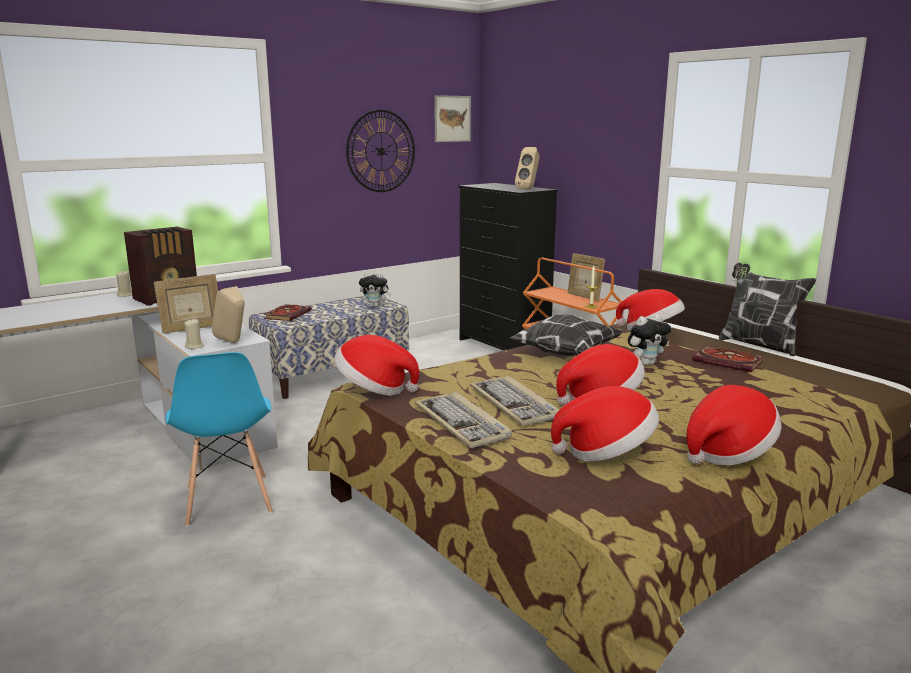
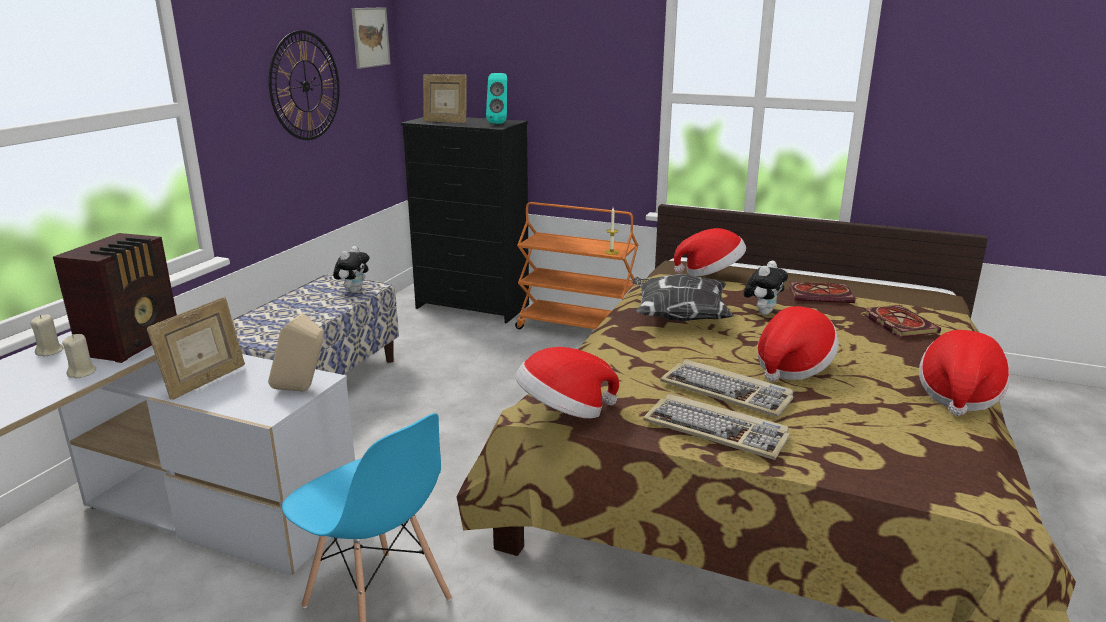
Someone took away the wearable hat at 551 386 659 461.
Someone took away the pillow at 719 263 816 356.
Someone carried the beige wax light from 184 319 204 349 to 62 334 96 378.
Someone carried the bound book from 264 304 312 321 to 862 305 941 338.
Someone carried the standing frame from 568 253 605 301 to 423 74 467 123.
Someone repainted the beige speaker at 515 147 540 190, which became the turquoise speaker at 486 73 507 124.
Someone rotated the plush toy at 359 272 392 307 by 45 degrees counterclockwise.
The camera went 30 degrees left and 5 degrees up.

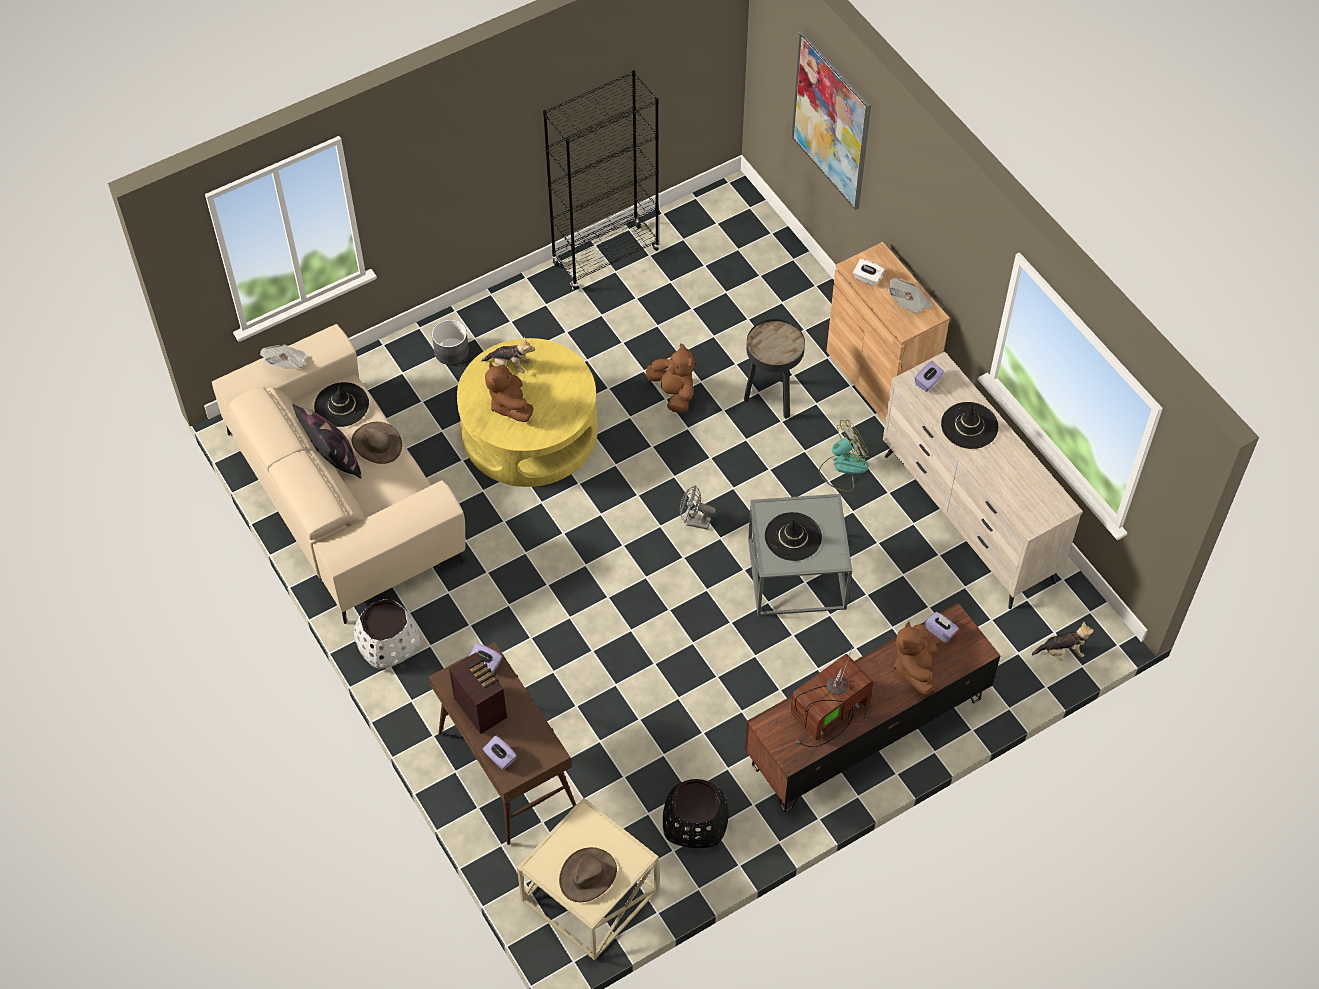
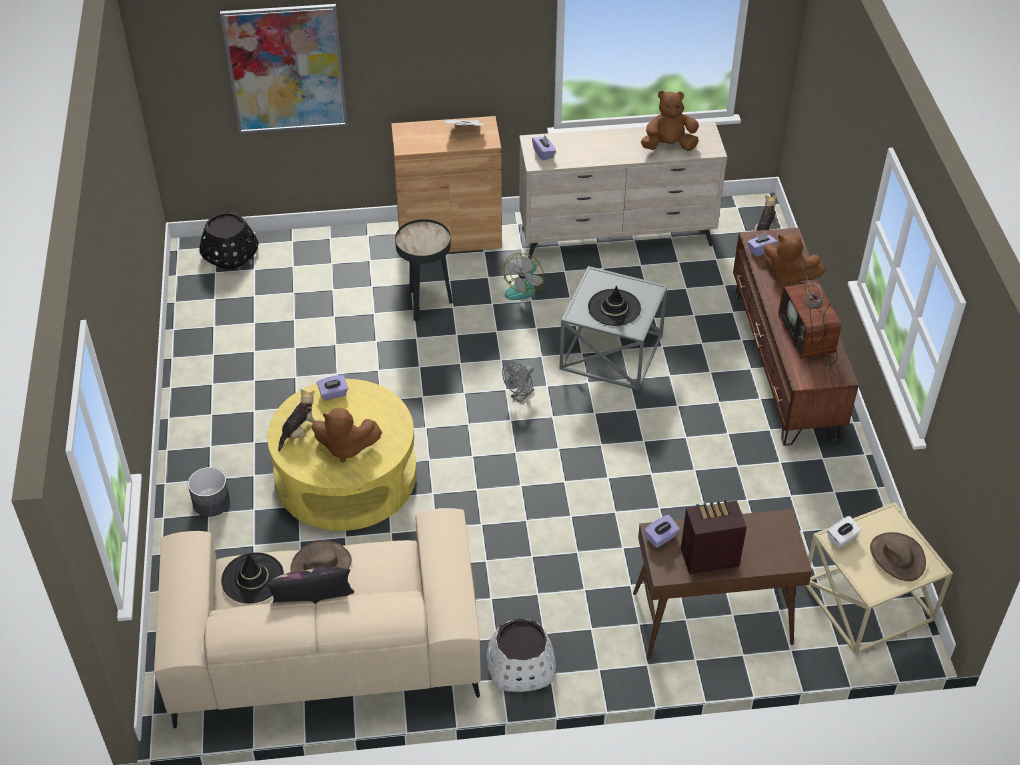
Someone took away the printed paper at 260 344 309 369.
Someone took away the black bookshelf at 543 70 660 290.
Someone took away the black wearable hat at 941 402 998 449.
Someone carried the purple tissue holder from 483 735 517 770 to 317 375 348 401.
Someone carried the brown-coloured plush toy from 646 343 695 413 to 641 90 699 151.
Someone carried the black flower pot from 663 779 728 848 to 199 212 259 269.
Someone carried the white tissue holder from 853 259 885 286 to 827 516 862 548.
Someone rotated the cooling fan at 819 420 869 492 by 150 degrees counterclockwise.
The camera went 65 degrees left and 10 degrees down.

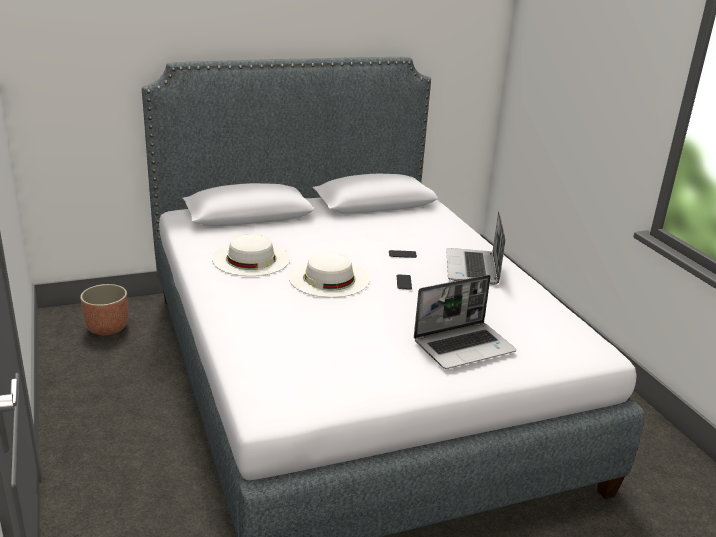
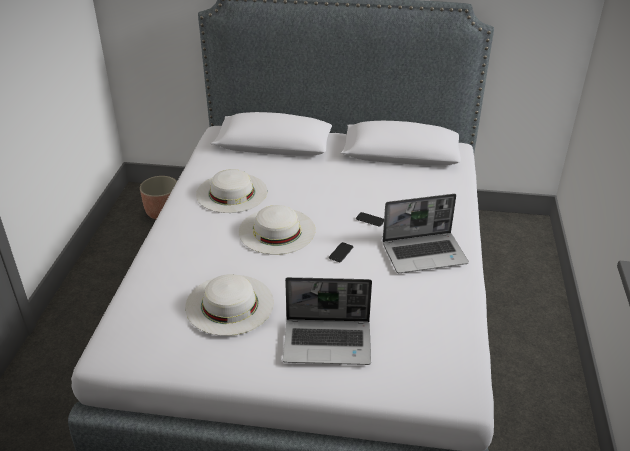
Someone put down the white wearable hat at 185 274 274 336.
Someone rotated the laptop at 446 211 505 285 by 135 degrees counterclockwise.
The camera went 30 degrees right and 10 degrees up.

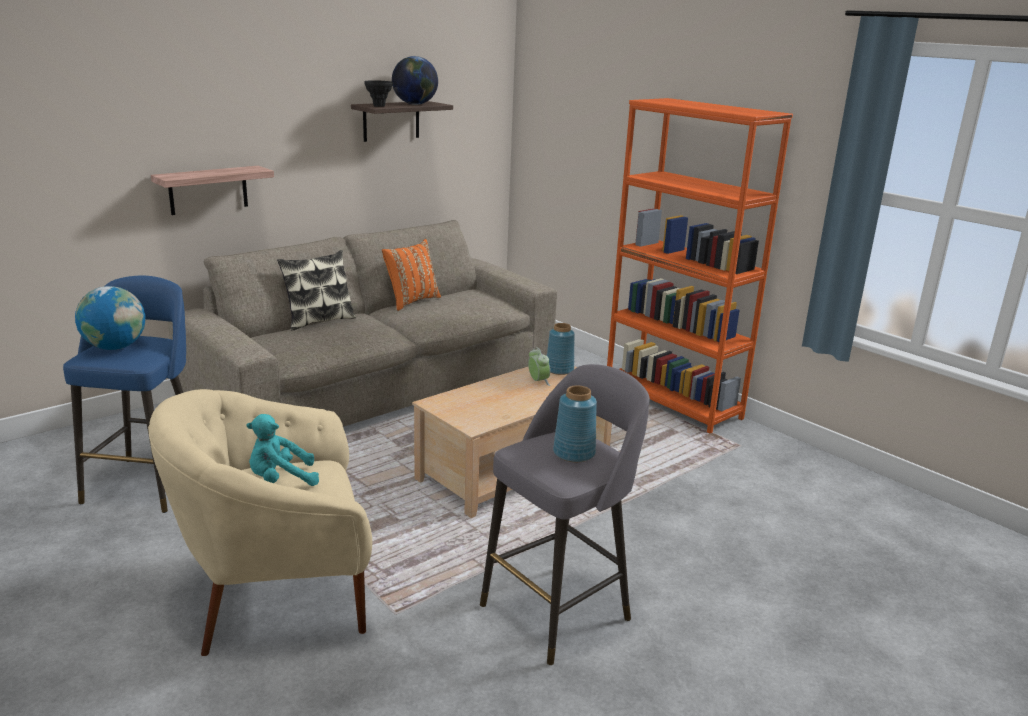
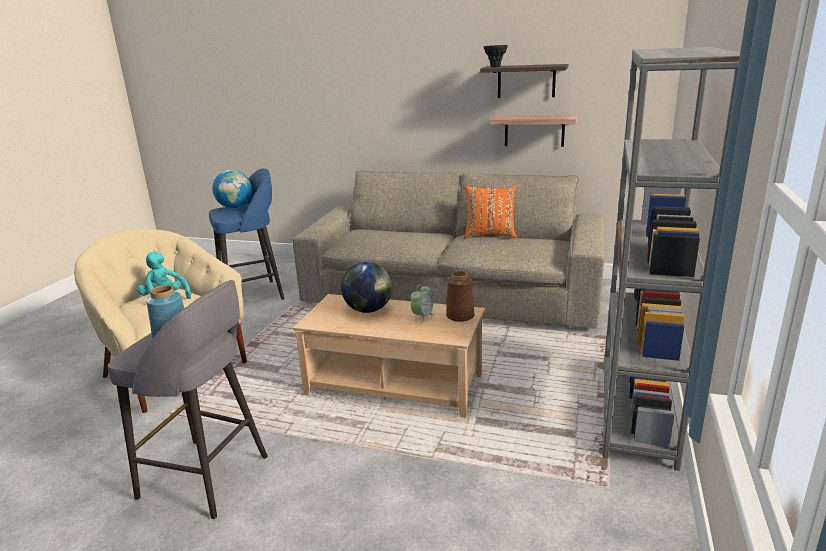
Someone took away the pillow at 277 250 356 330.
Someone carried the bracket shelf from 151 166 274 215 to 490 116 577 147.
Someone carried the desk globe from 392 56 438 105 to 341 262 392 313.
Someone repainted the bluish flower vase at 547 323 575 375, which became the brown-coloured flower vase at 446 271 475 322.
Someone repainted the orangey bookshelf at 607 98 793 434, which became the greyish bookshelf at 603 47 740 471.
The camera went 60 degrees right and 0 degrees up.

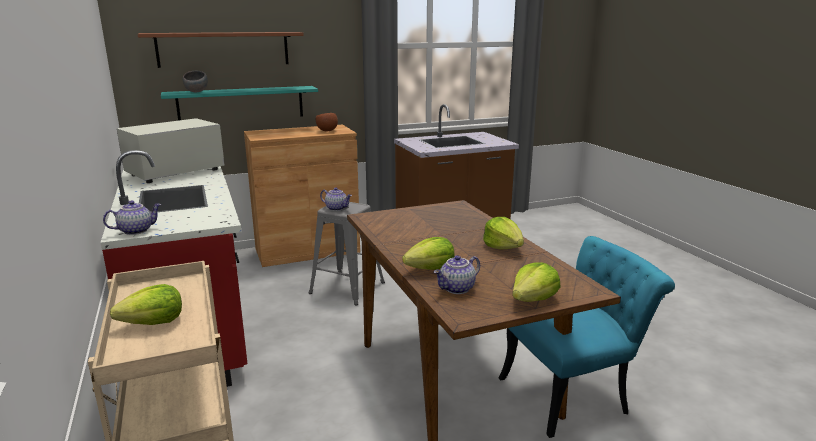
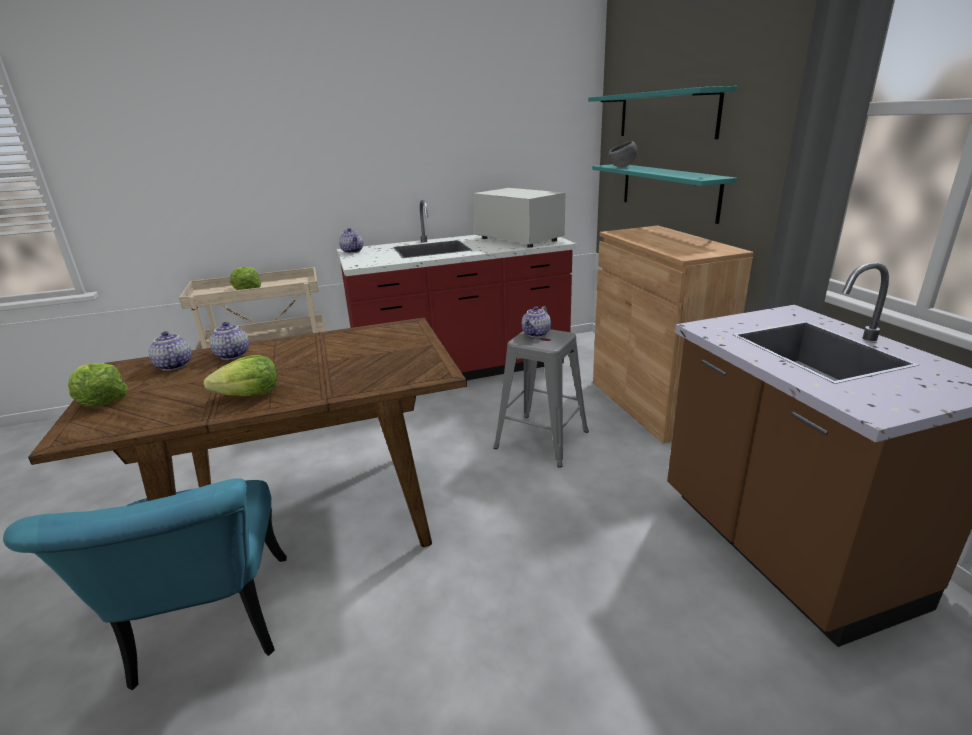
Someone took away the brown-coloured bowl at 316 113 338 131.
Someone swapped the head of lettuce at 402 237 455 270 for the teapot at 210 322 249 360.
Someone repainted the brown-coloured bracket shelf at 138 32 304 68, which became the turquoise bracket shelf at 588 86 738 139.
The camera went 95 degrees right and 5 degrees up.

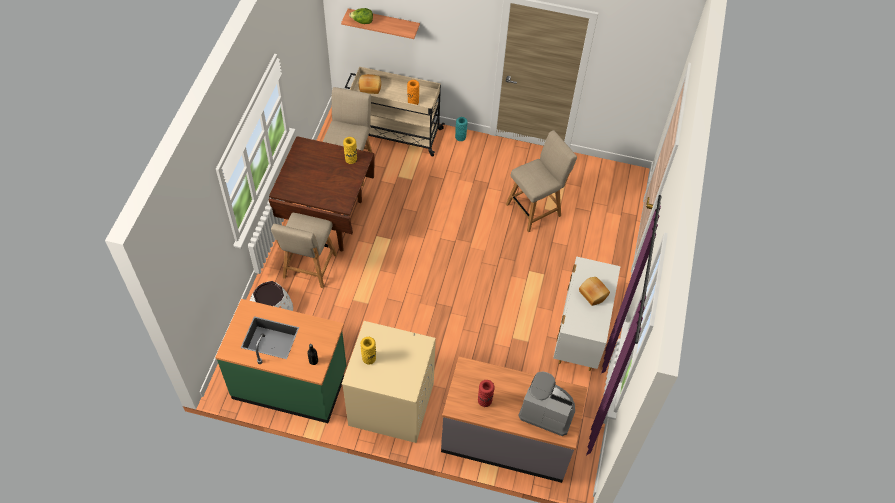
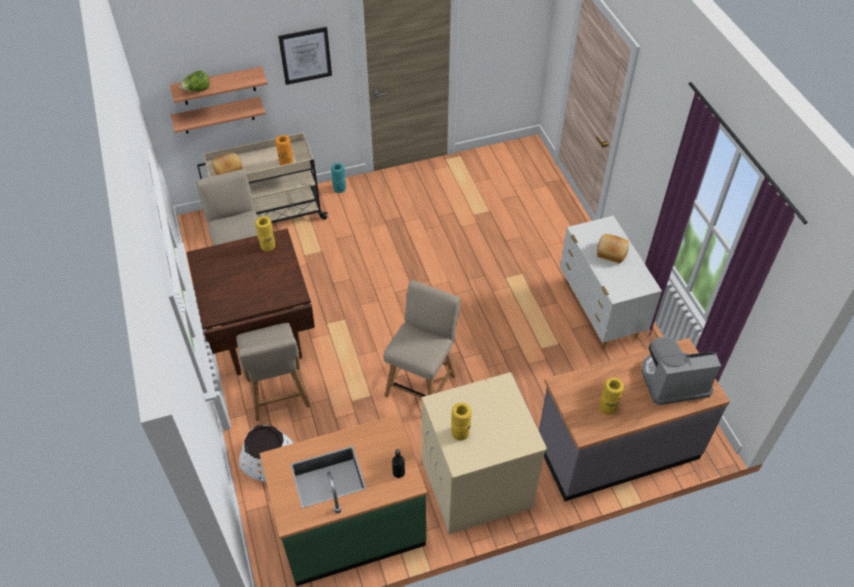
Someone put up the bracket shelf at 171 97 266 134.
Someone put up the wall art at 278 27 332 85.
Someone carried the beige upright chair from 506 130 577 232 to 383 280 460 398.
Someone repainted the reddish flower vase at 478 380 495 407, which became the yellow-coloured flower vase at 599 378 624 415.
The camera went 30 degrees left and 5 degrees down.

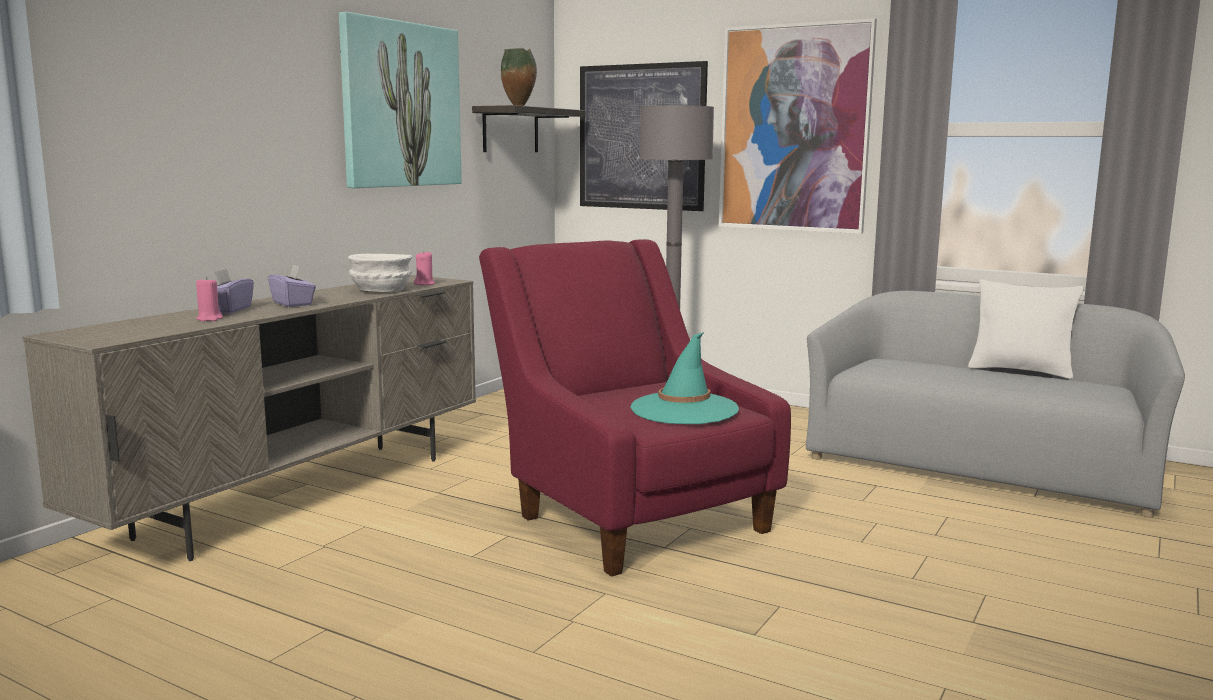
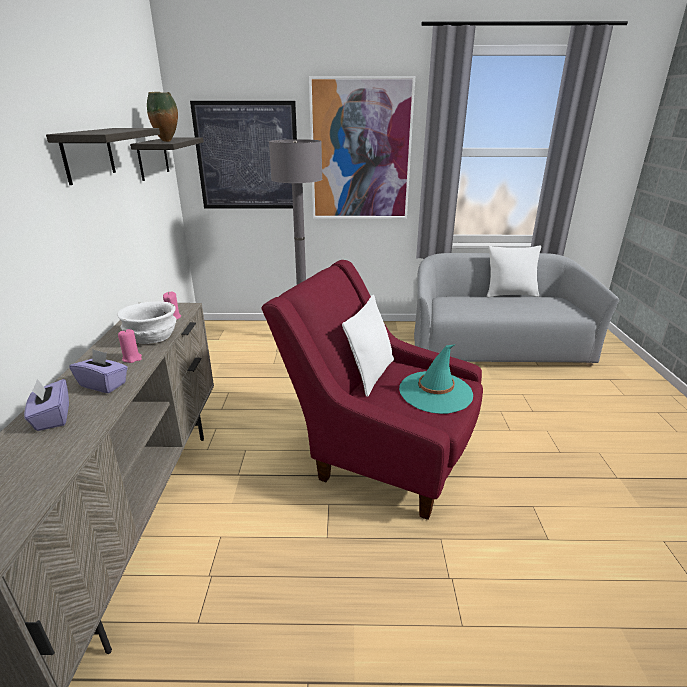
Someone put down the white pillow at 342 295 394 397.
Someone carried the pink-coloured wax light from 196 277 223 321 to 118 329 142 363.
Someone swapped the wall art at 339 12 462 188 for the bracket shelf at 46 128 160 185.
The camera went 30 degrees left and 15 degrees up.

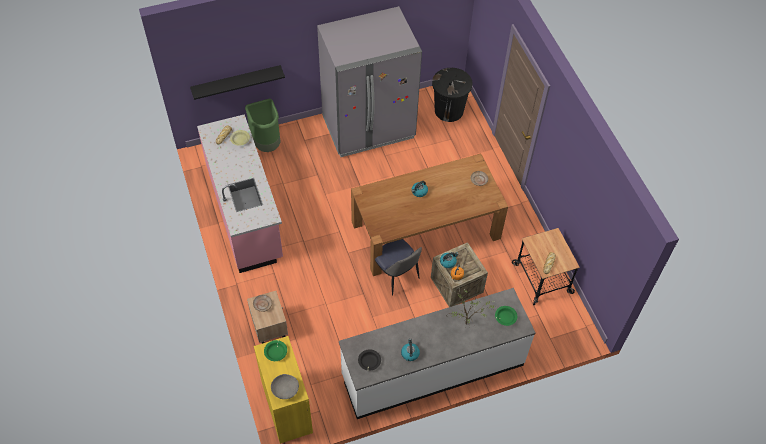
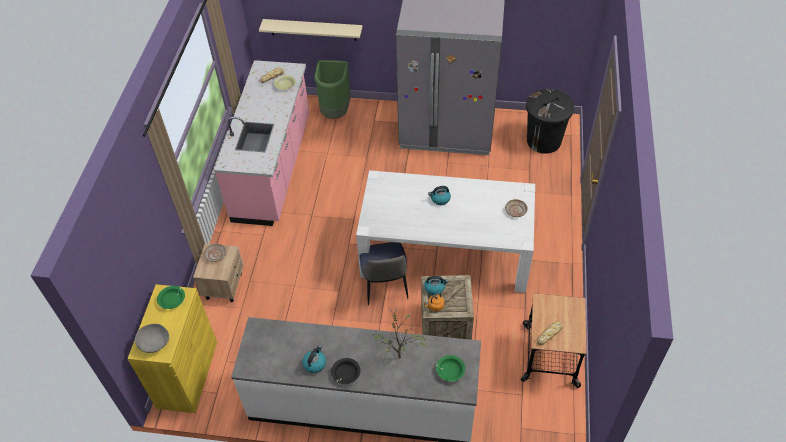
Someone carried the black bowl from 358 349 381 371 to 331 358 360 384.
Someone repainted the black bracket shelf at 190 65 285 100, which became the beige bracket shelf at 259 19 363 41.
Someone repainted the brown-coloured dining table at 351 154 508 276, which became the white dining table at 356 170 535 293.
The camera went 30 degrees right and 5 degrees down.

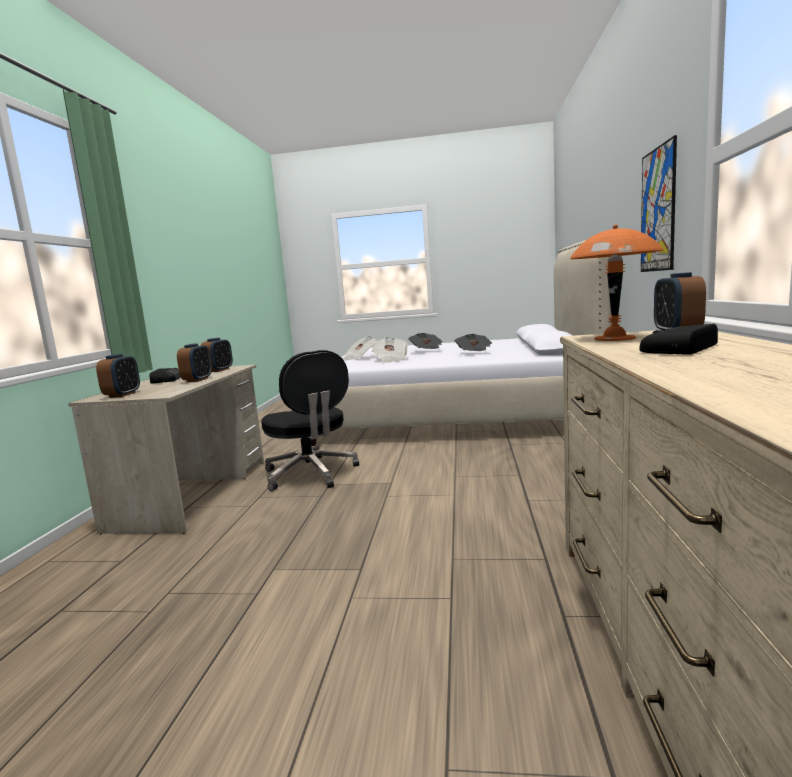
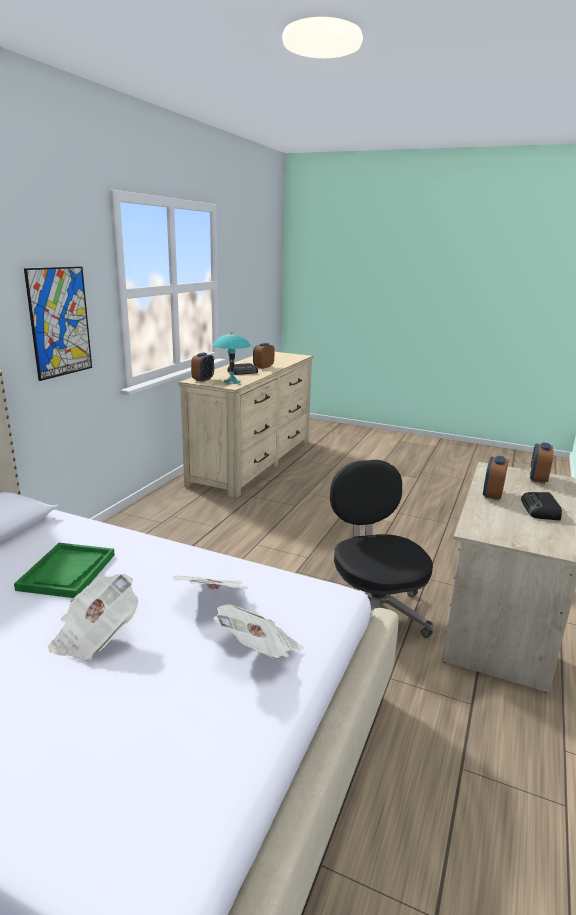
Someone carried the alarm clock from 200 338 233 372 to 253 343 274 369.
Someone swapped the printed paper at 454 334 492 351 for the green-coloured tray at 14 543 115 598.
Someone repainted the orangey tabletop lamp at 570 224 664 341, which became the turquoise tabletop lamp at 213 332 251 384.
The camera went 165 degrees left and 10 degrees up.

